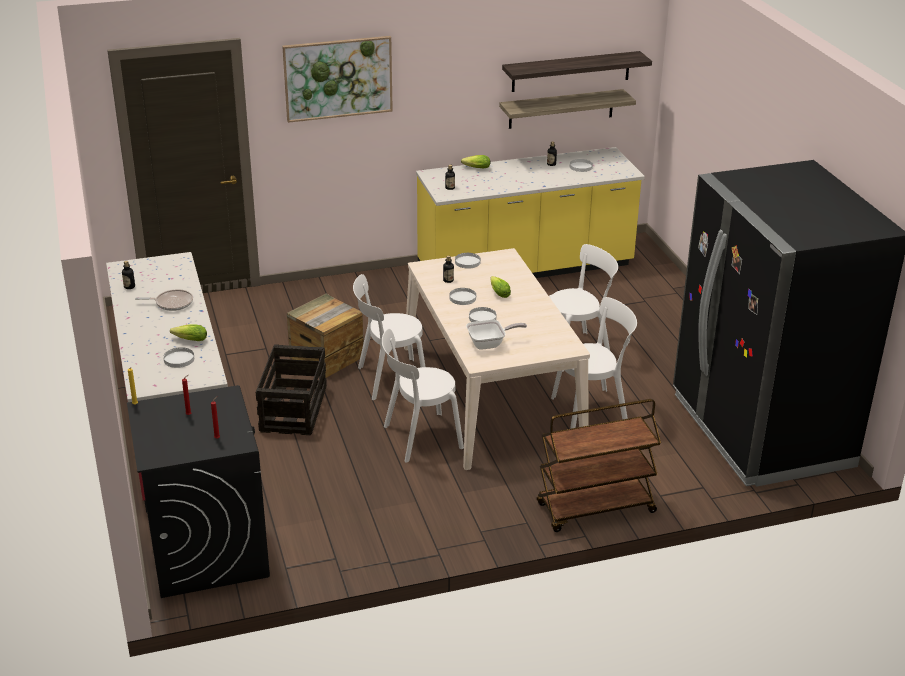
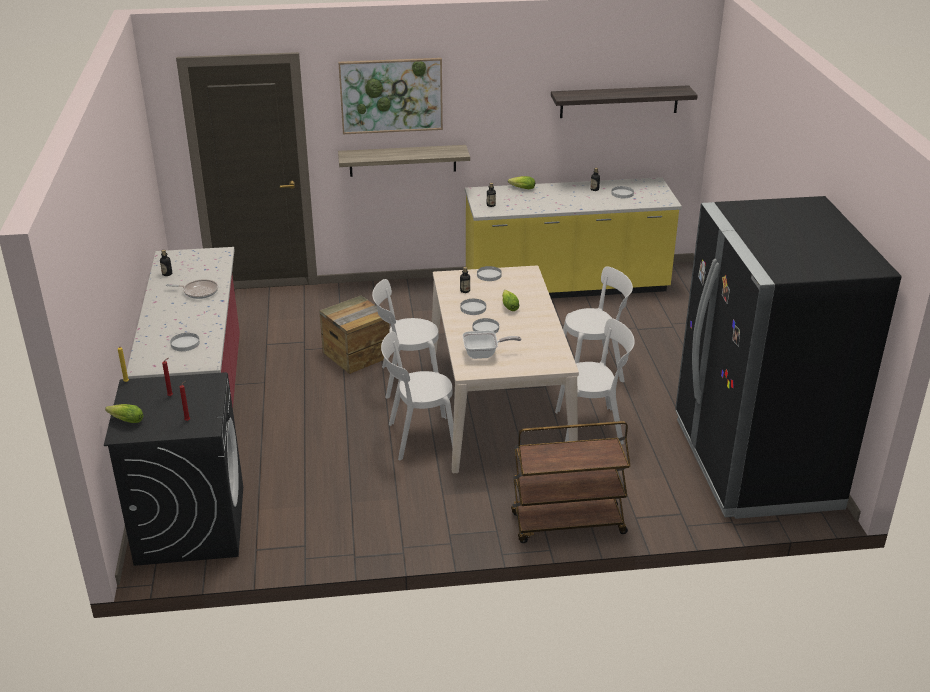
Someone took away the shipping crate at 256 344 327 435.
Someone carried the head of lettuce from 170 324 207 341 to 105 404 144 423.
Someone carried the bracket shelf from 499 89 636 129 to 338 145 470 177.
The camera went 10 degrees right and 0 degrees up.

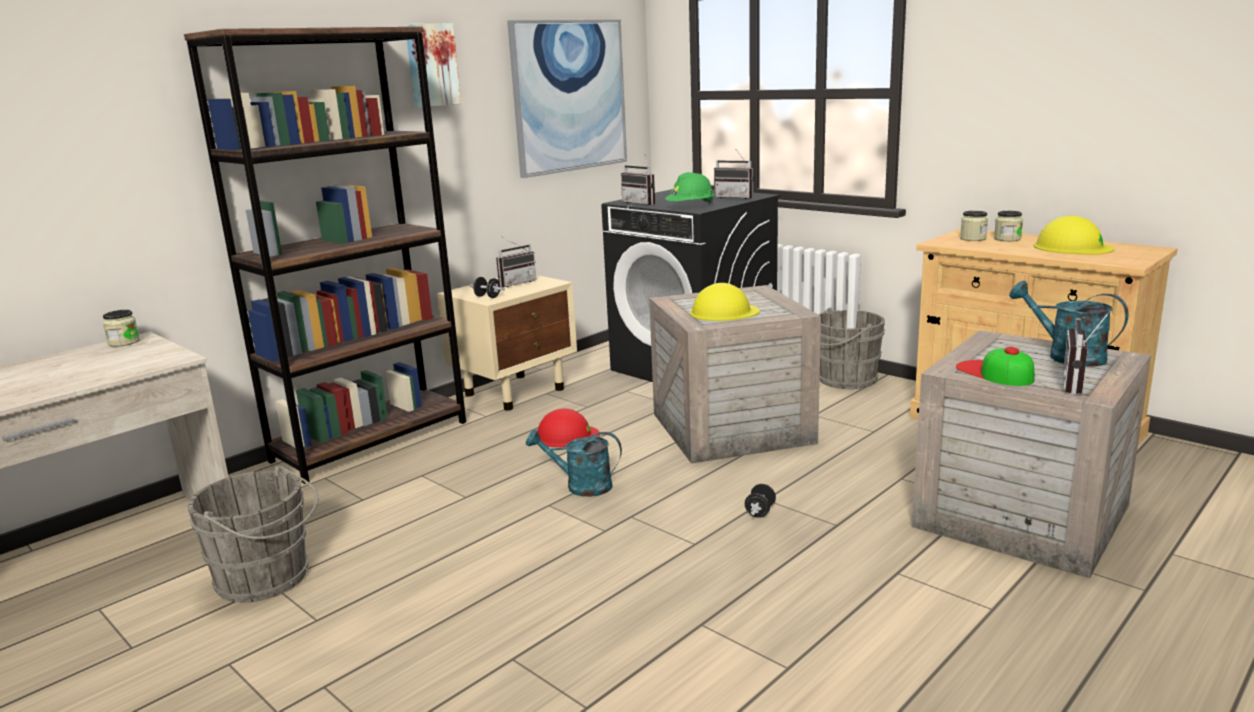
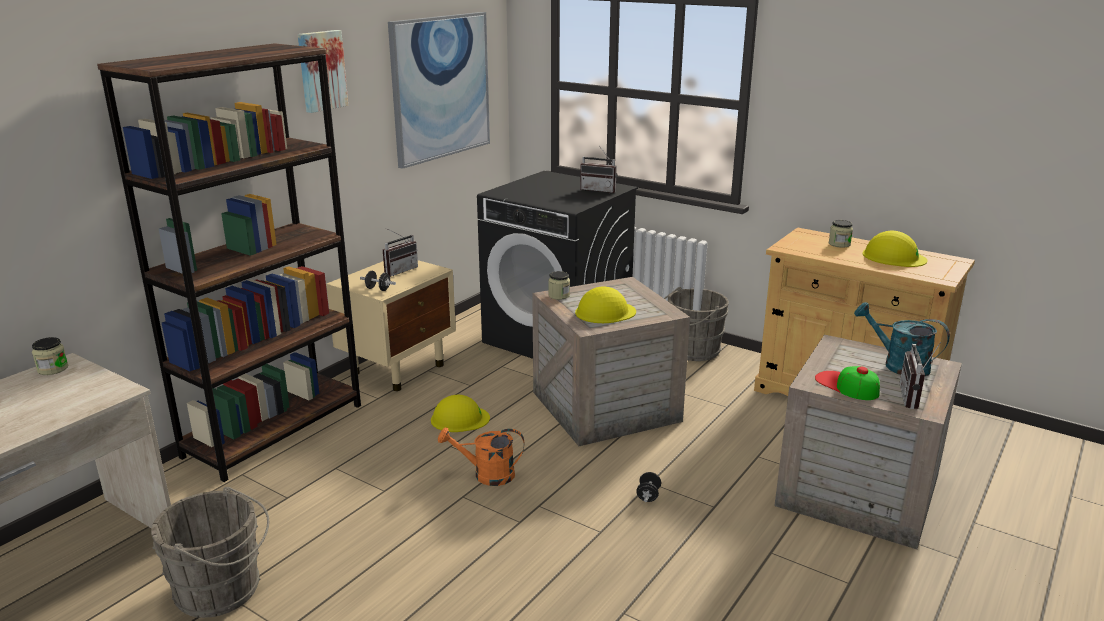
Someone took away the radio set at 621 154 655 206.
Someone took away the green-coloured work helmet at 665 172 715 205.
Someone carried the preserve jar from 960 211 988 241 to 548 271 570 300.
Someone repainted the turquoise sprinkling can at 526 429 622 497, which became the orangey sprinkling can at 438 427 524 486.
Someone repainted the reddish work helmet at 538 408 600 447, which became the yellow-coloured work helmet at 431 395 490 432.
The camera went 10 degrees left and 5 degrees up.

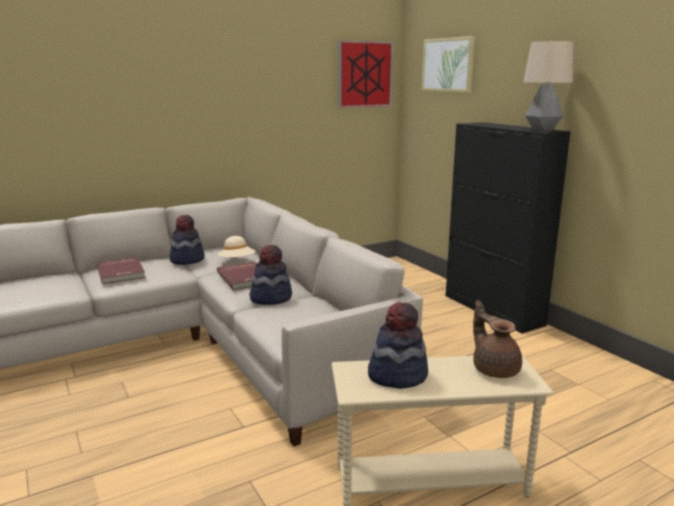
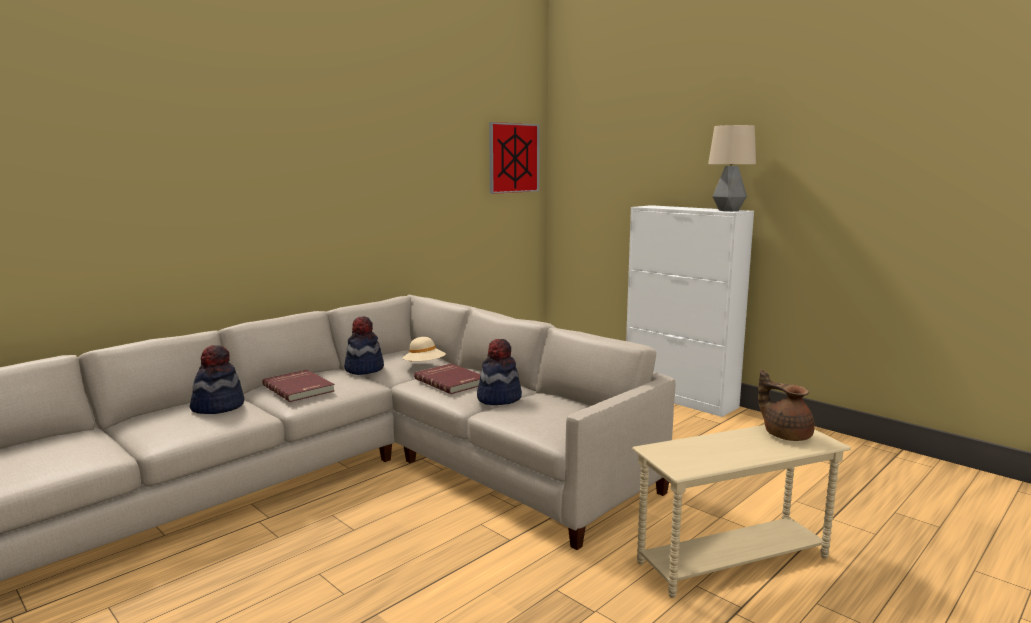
Someone took away the wall art at 422 36 475 93.
Someone carried the wearable hat from 368 302 428 389 to 190 345 244 414.
Someone repainted the black cabinet at 446 122 571 334, which became the white cabinet at 626 205 754 417.
The camera went 15 degrees left and 5 degrees down.

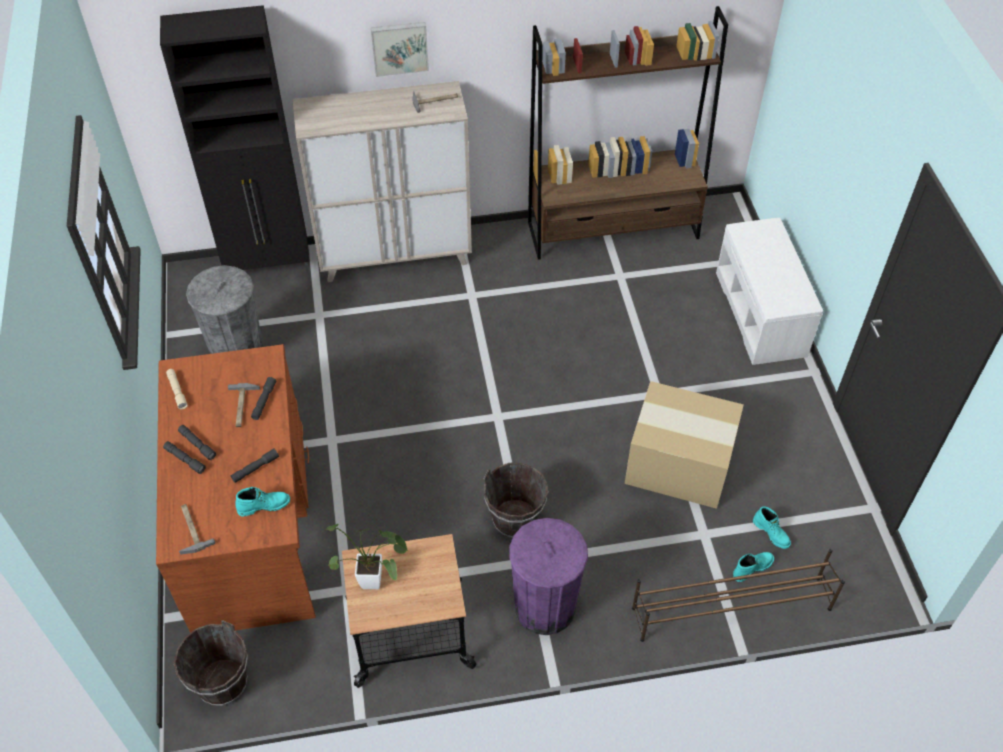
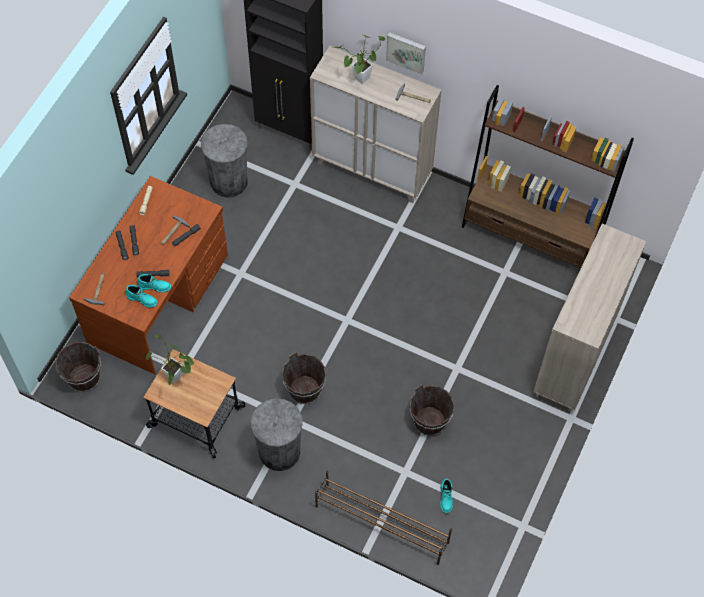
Someone put down the houseplant at 332 35 386 84.
Someone carried the turquoise tall boot from 733 552 774 582 to 137 274 171 293.
Someone swapped the carton at 625 381 744 509 for the brown-coloured bucket at 410 384 455 436.
Someone swapped the white indoor bench at 716 218 823 365 for the beige cabinet at 533 223 646 412.
Someone repainted the purple trash can at 509 518 588 635, which became the greyish trash can at 251 398 303 471.
The camera went 35 degrees right and 10 degrees up.

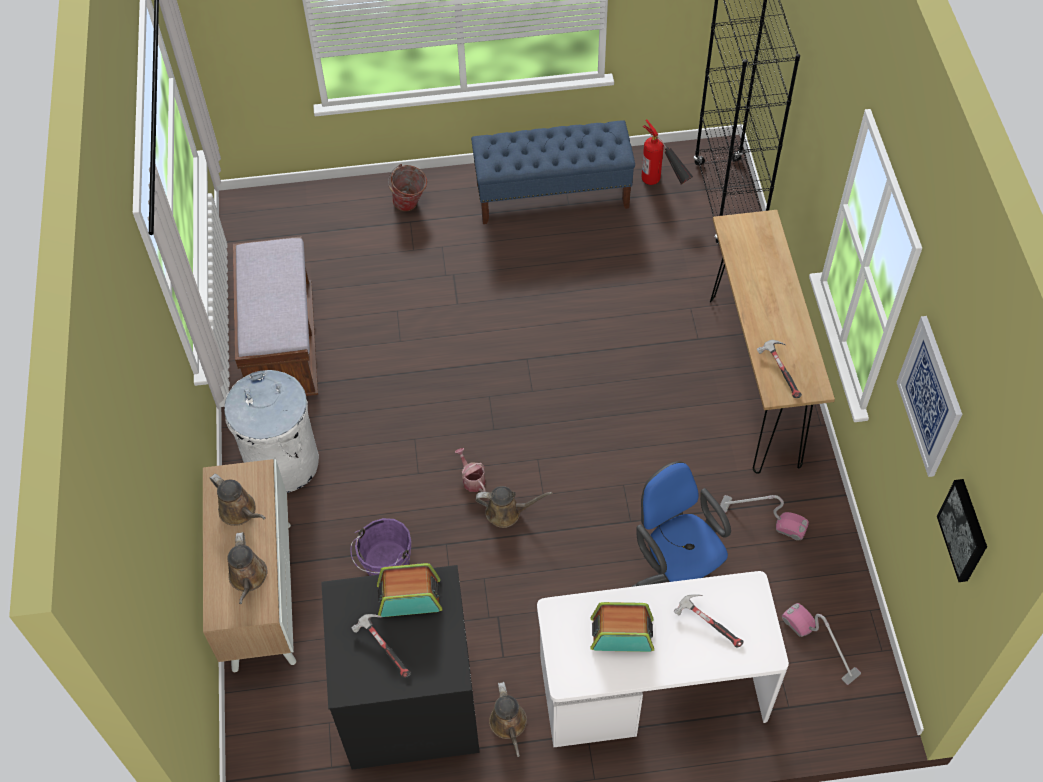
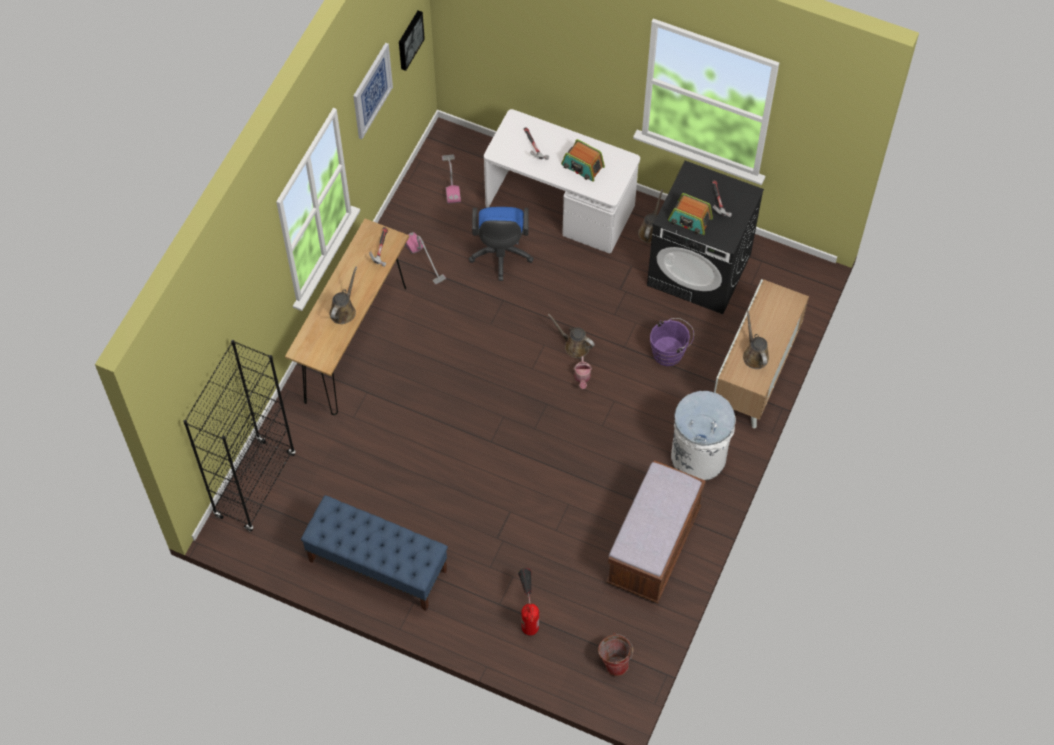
Someone carried the brown-coloured sprinkling can from 227 532 268 604 to 329 267 357 324.
Someone carried the bucket from 388 164 427 211 to 598 633 633 676.
Someone carried the fire extinguisher from 642 119 694 185 to 518 568 539 636.
The camera went 150 degrees left and 5 degrees up.

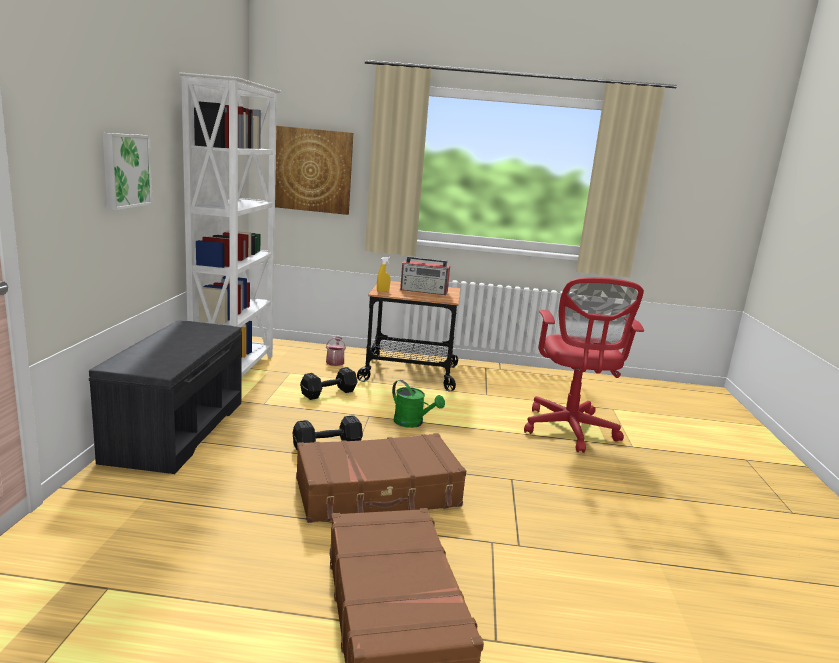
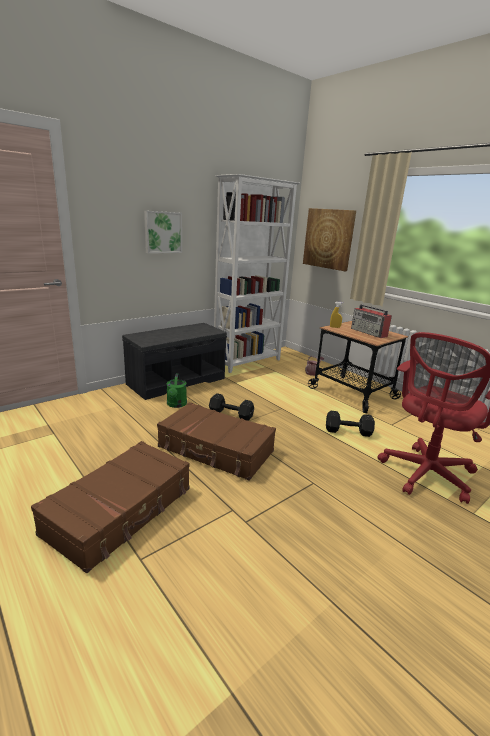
Someone carried the black hand weight from 300 367 358 400 to 326 411 375 437.
Someone carried the green-coloured sprinkling can from 392 380 445 428 to 167 373 187 408.
The camera went 45 degrees right and 5 degrees up.

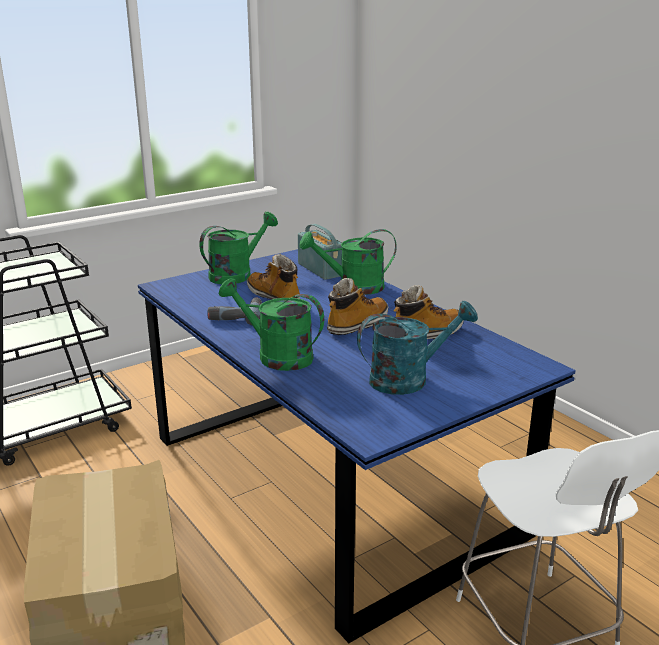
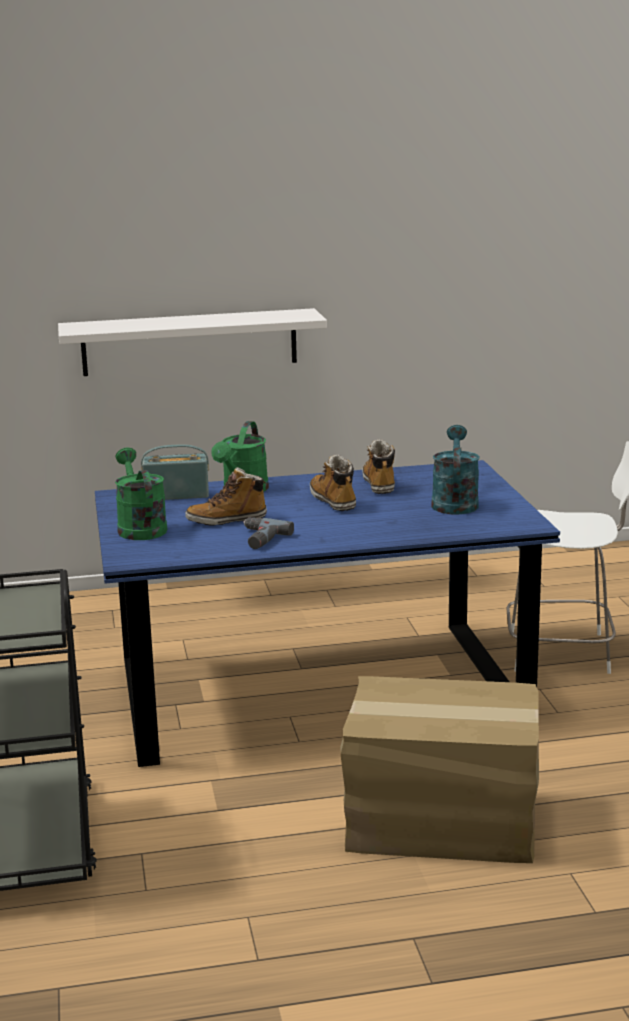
Someone took away the green-coloured sprinkling can at 219 278 324 371.
Someone put up the white bracket shelf at 58 308 327 376.
The camera went 65 degrees left and 5 degrees down.

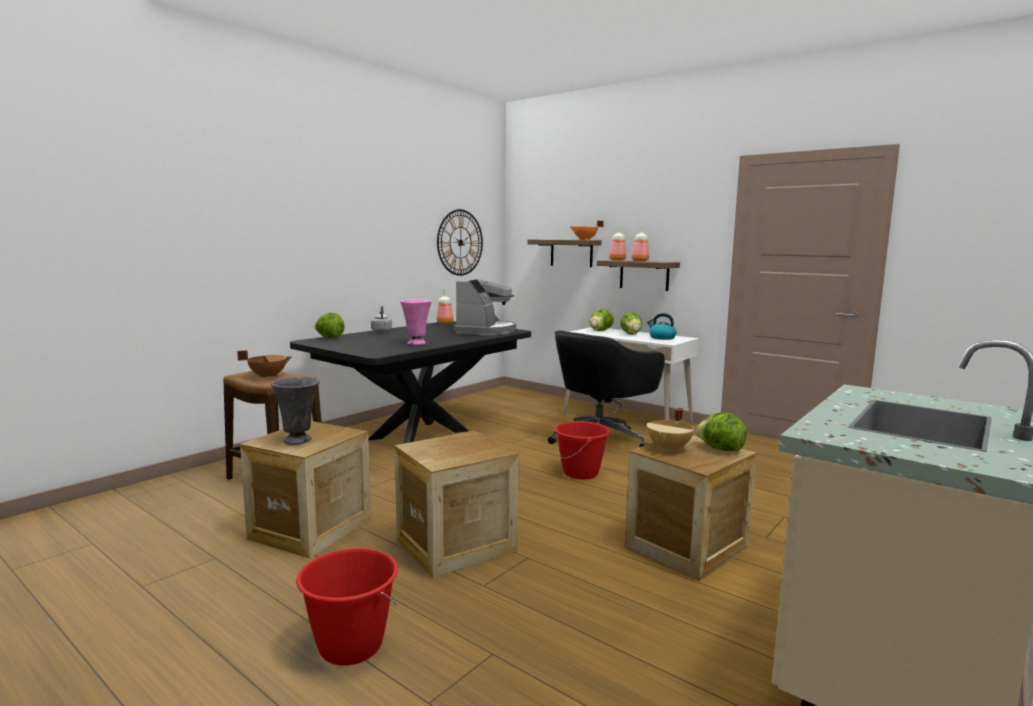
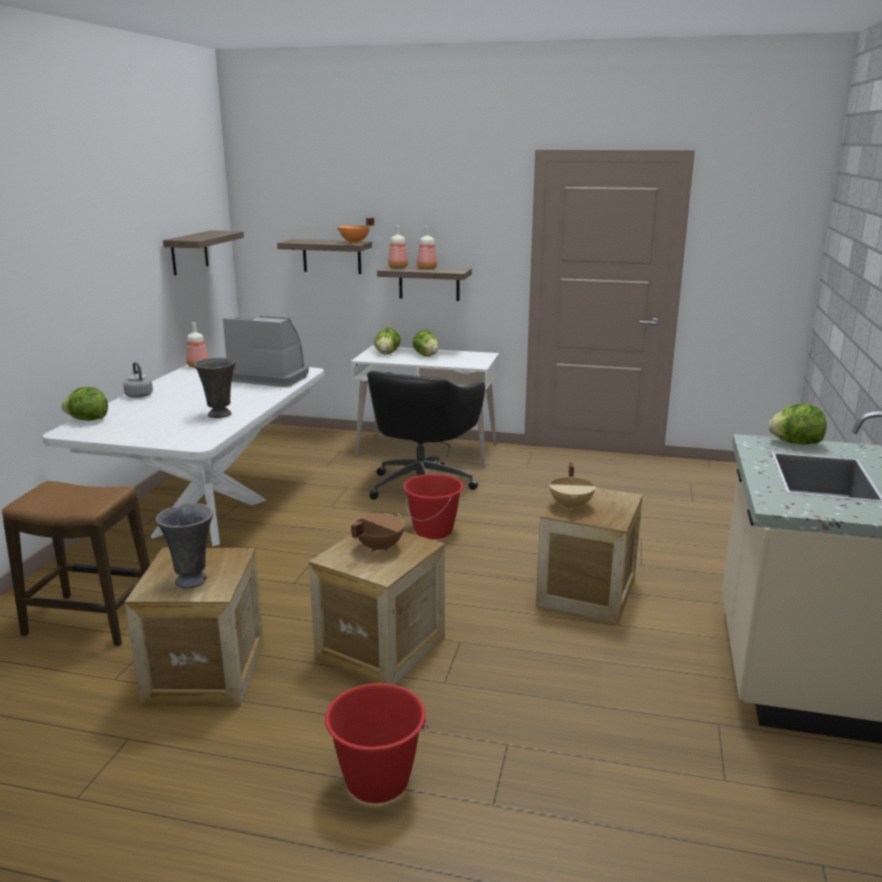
Someone took away the tea kettle at 647 313 676 340.
Someone carried the brown-coloured stockpot from 237 350 292 378 to 351 514 404 552.
Someone carried the head of lettuce from 696 413 746 451 to 768 403 826 444.
Someone swapped the hanging clock at 437 209 483 276 for the bracket shelf at 163 230 244 275.
Someone repainted the black dining table at 290 321 531 444, which became the white dining table at 42 365 324 546.
Someone repainted the pink-coloured flower vase at 400 299 432 345, which became the greyish flower vase at 194 358 236 418.
Someone rotated the coffee machine at 454 278 516 335 by 60 degrees counterclockwise.
The camera went 25 degrees left and 10 degrees up.

